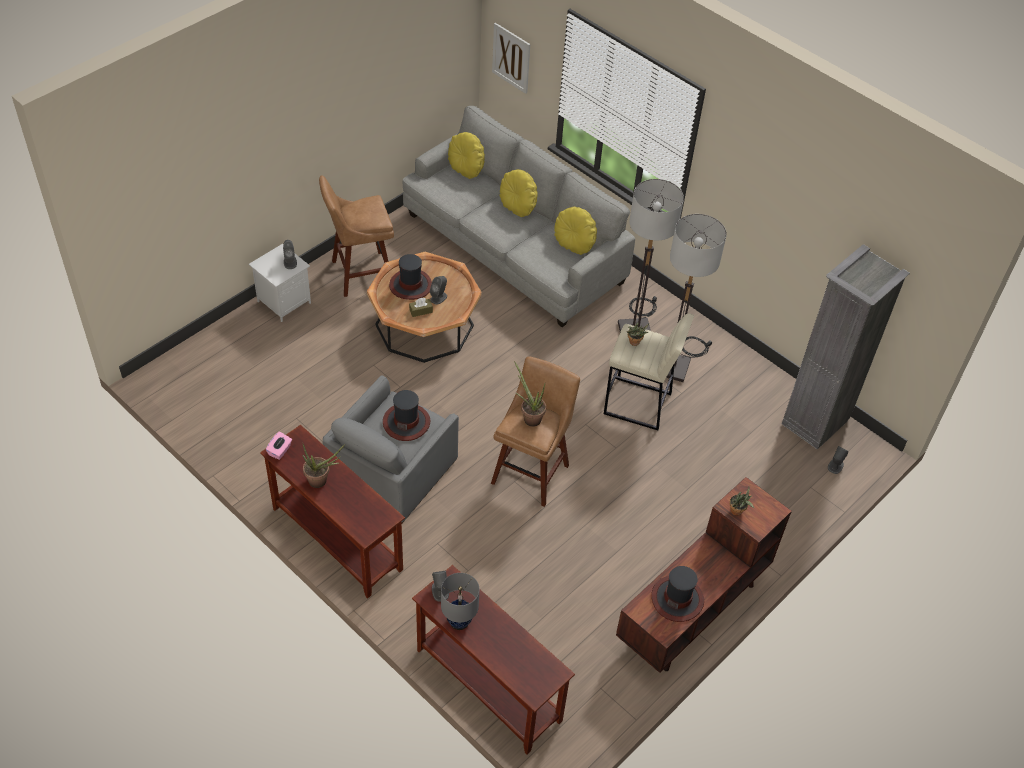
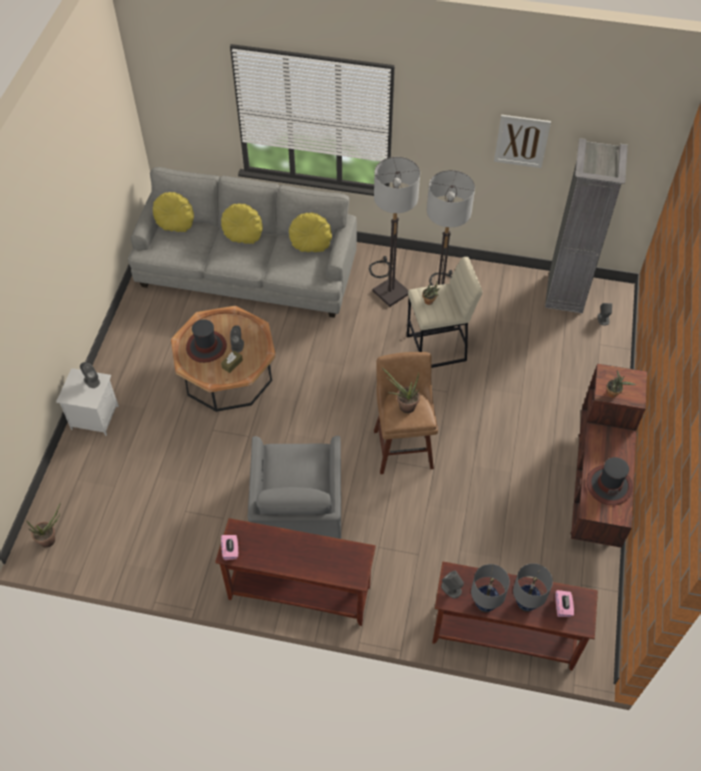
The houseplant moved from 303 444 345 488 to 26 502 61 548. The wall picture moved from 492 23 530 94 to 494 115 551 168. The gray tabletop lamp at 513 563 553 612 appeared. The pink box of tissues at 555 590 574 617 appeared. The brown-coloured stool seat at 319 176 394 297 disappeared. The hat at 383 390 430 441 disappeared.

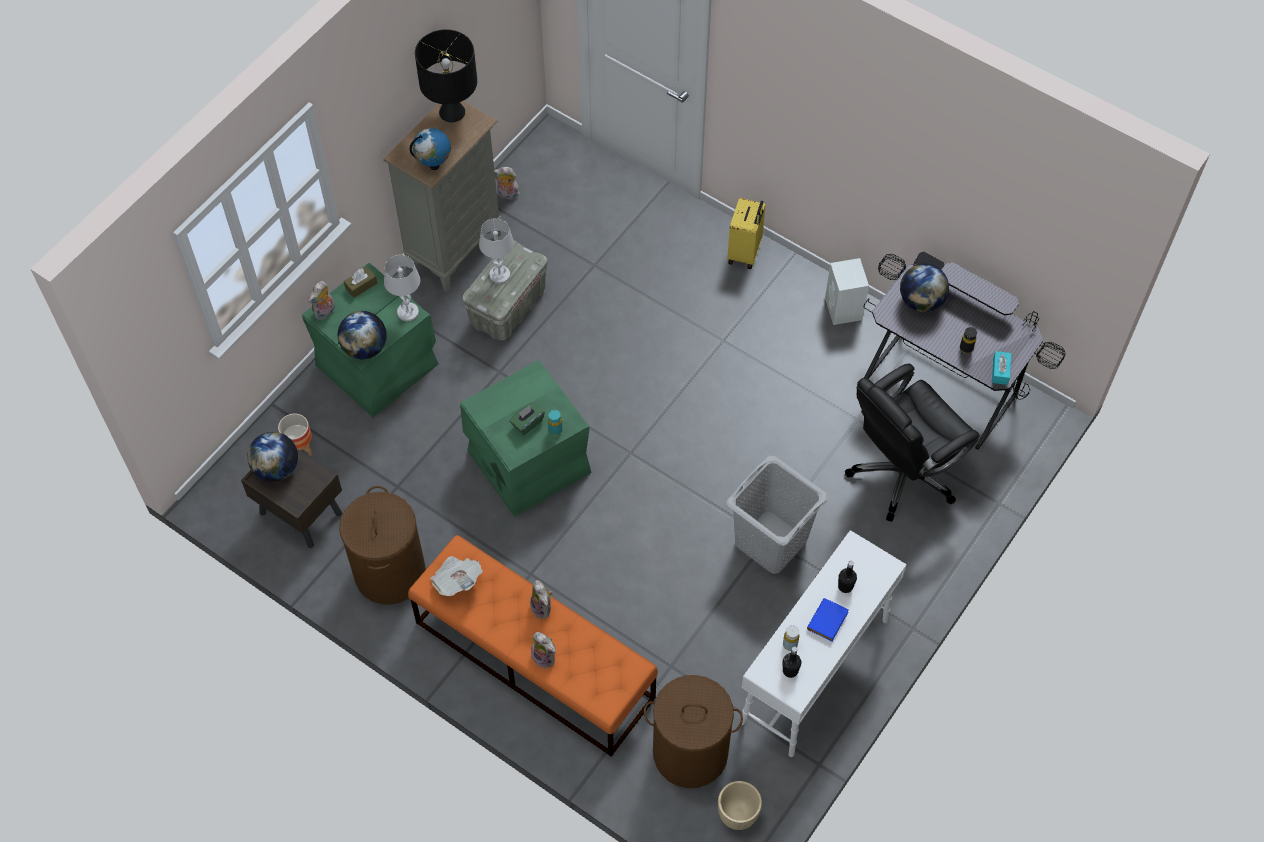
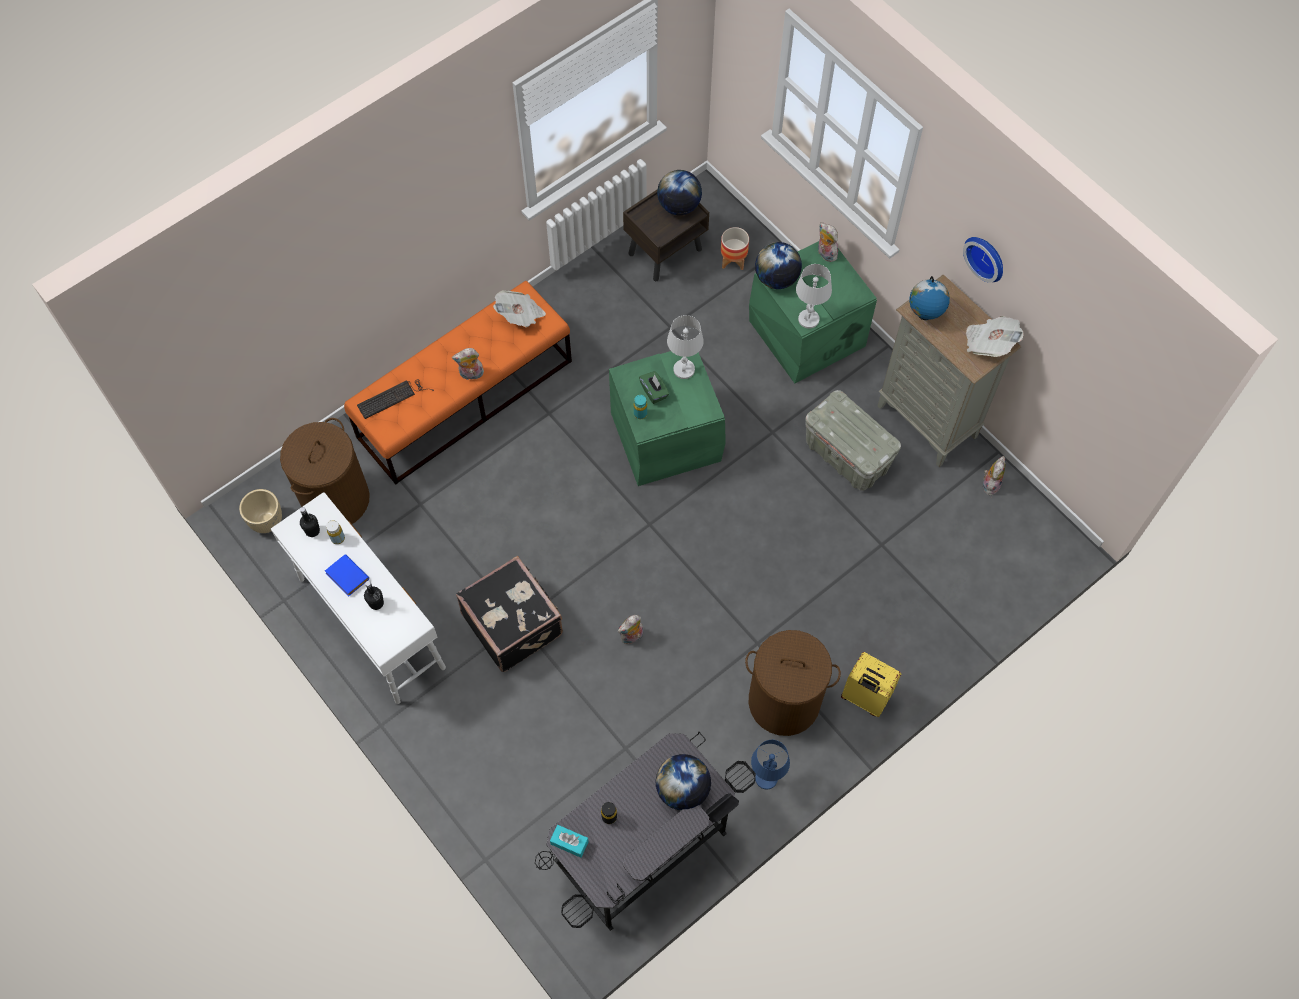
The PC keyboard at 357 380 434 419 appeared. The gray washing basket at 726 456 828 574 was replaced by the black piece of luggage at 456 556 563 672. The cuddly toy moved from 531 632 557 669 to 618 615 643 644. The white-coloured tabletop lamp moved from 479 218 514 284 to 667 315 704 379. The brown-coloured washing basket moved from 339 486 426 605 to 745 630 841 736. The white-coloured loudspeaker at 825 258 869 325 was replaced by the bluish tabletop lamp at 751 740 790 790. The wall clock at 963 237 1003 283 appeared. The black tabletop lamp at 415 29 477 123 was replaced by the daily paper at 966 316 1024 357. The brown-coloured box of tissues at 344 267 377 298 disappeared. The black office chair at 845 364 980 522 disappeared.

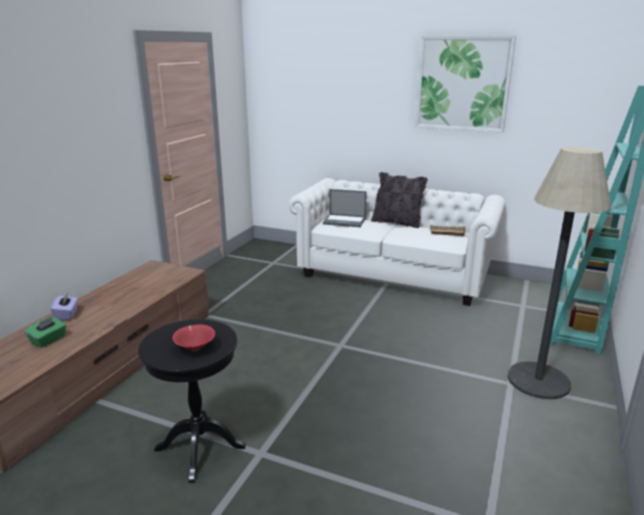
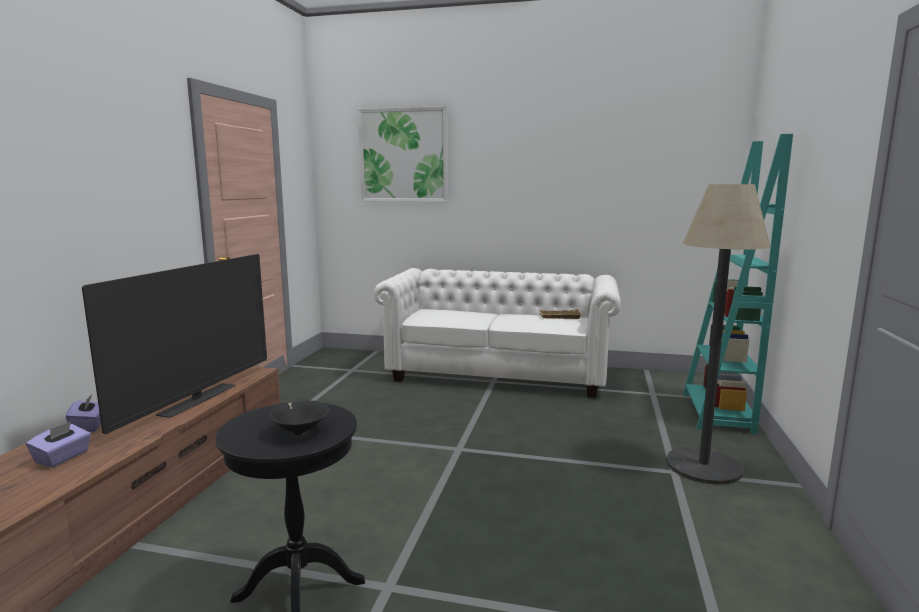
The green-coloured box of tissues at 25 317 66 348 became the purple box of tissues at 26 421 91 467. The TV set at 82 254 267 434 appeared. The red deep dish at 172 324 215 351 became the black deep dish at 269 400 329 435. The wall picture moved from 415 36 516 133 to 358 106 448 202. The laptop at 323 189 367 227 disappeared. The black cushion at 371 172 428 228 disappeared.

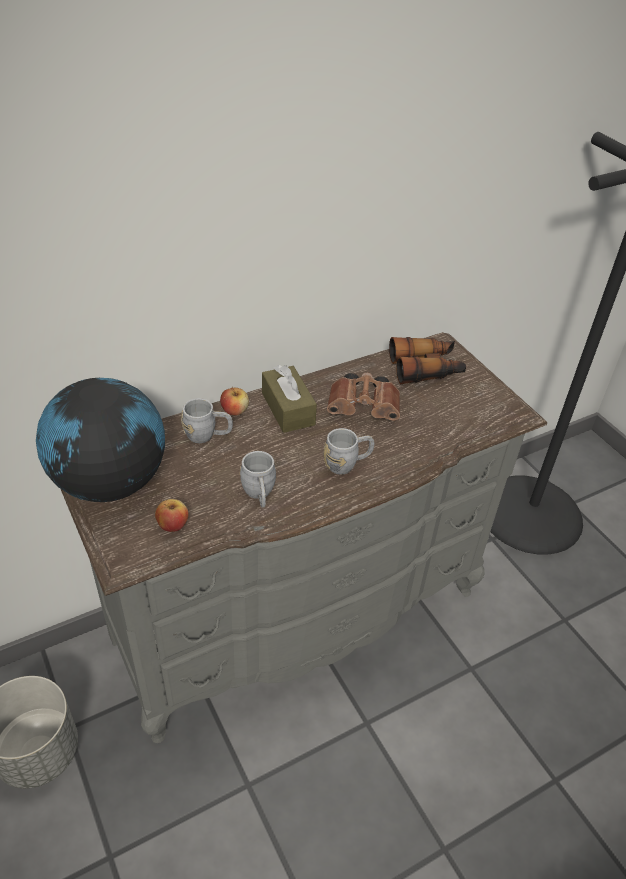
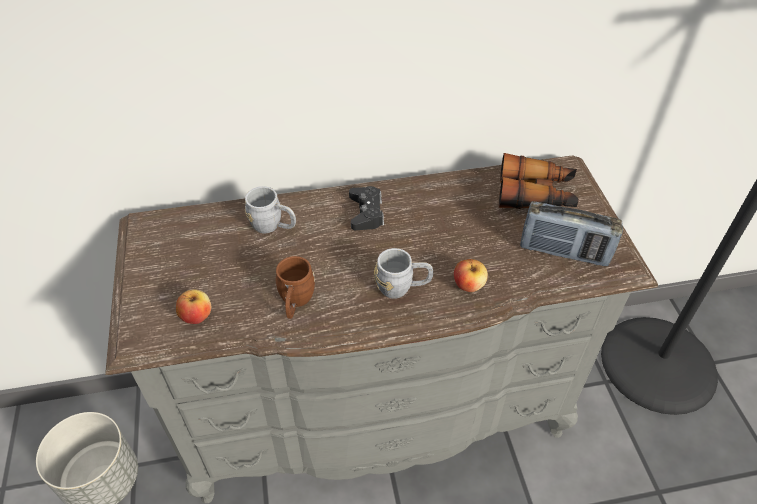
The gray mug at 240 451 276 508 became the brown-coloured mug at 276 256 315 319. The brown-coloured box of tissues at 262 365 317 433 was replaced by the black game controller at 349 186 384 230. The apple moved from 220 387 249 416 to 454 259 488 292. The radio set at 520 201 623 266 appeared. The world globe at 36 378 165 502 disappeared. The brown-coloured binoculars at 327 373 400 421 disappeared.

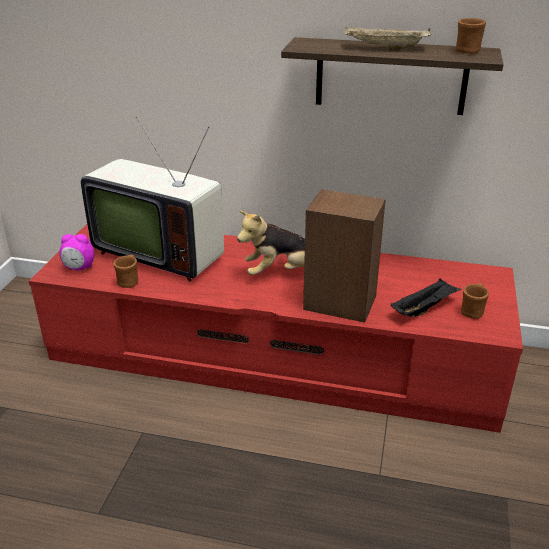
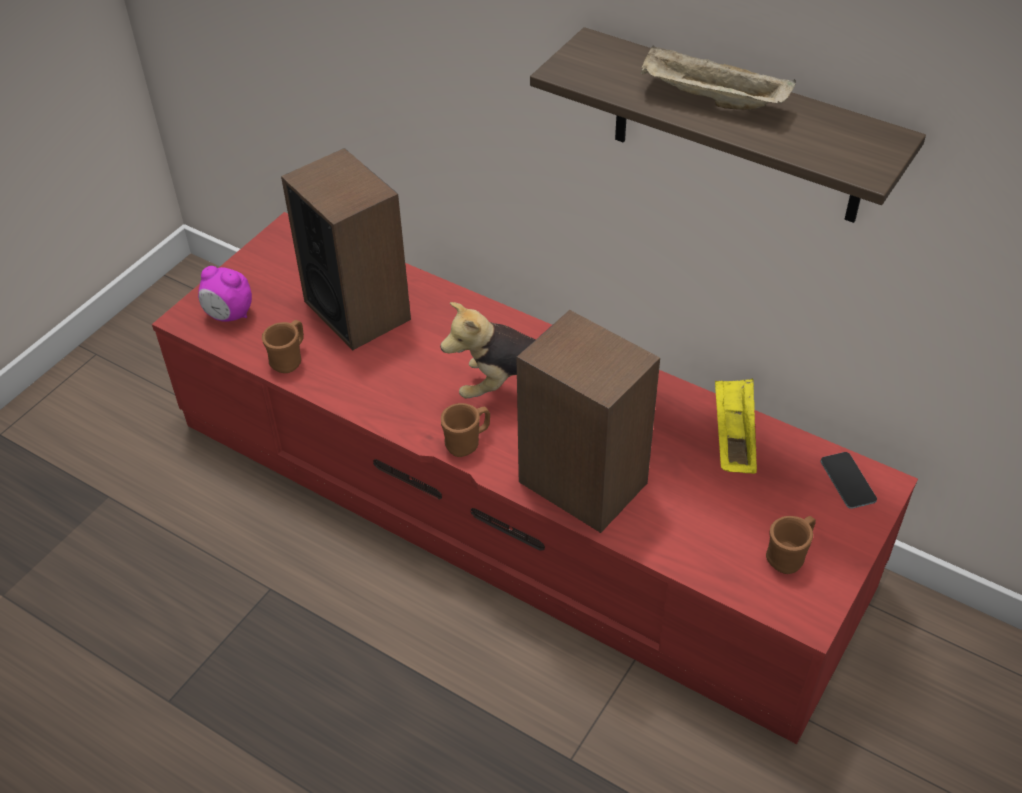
The TV set at 81 117 224 282 was replaced by the loudspeaker at 281 148 411 350. The brown-coloured mug moved from 456 18 486 54 to 441 403 490 457. The yellow serving tray at 715 379 757 474 appeared. The telephone at 821 452 877 509 appeared. The black serving tray at 391 278 462 317 disappeared.

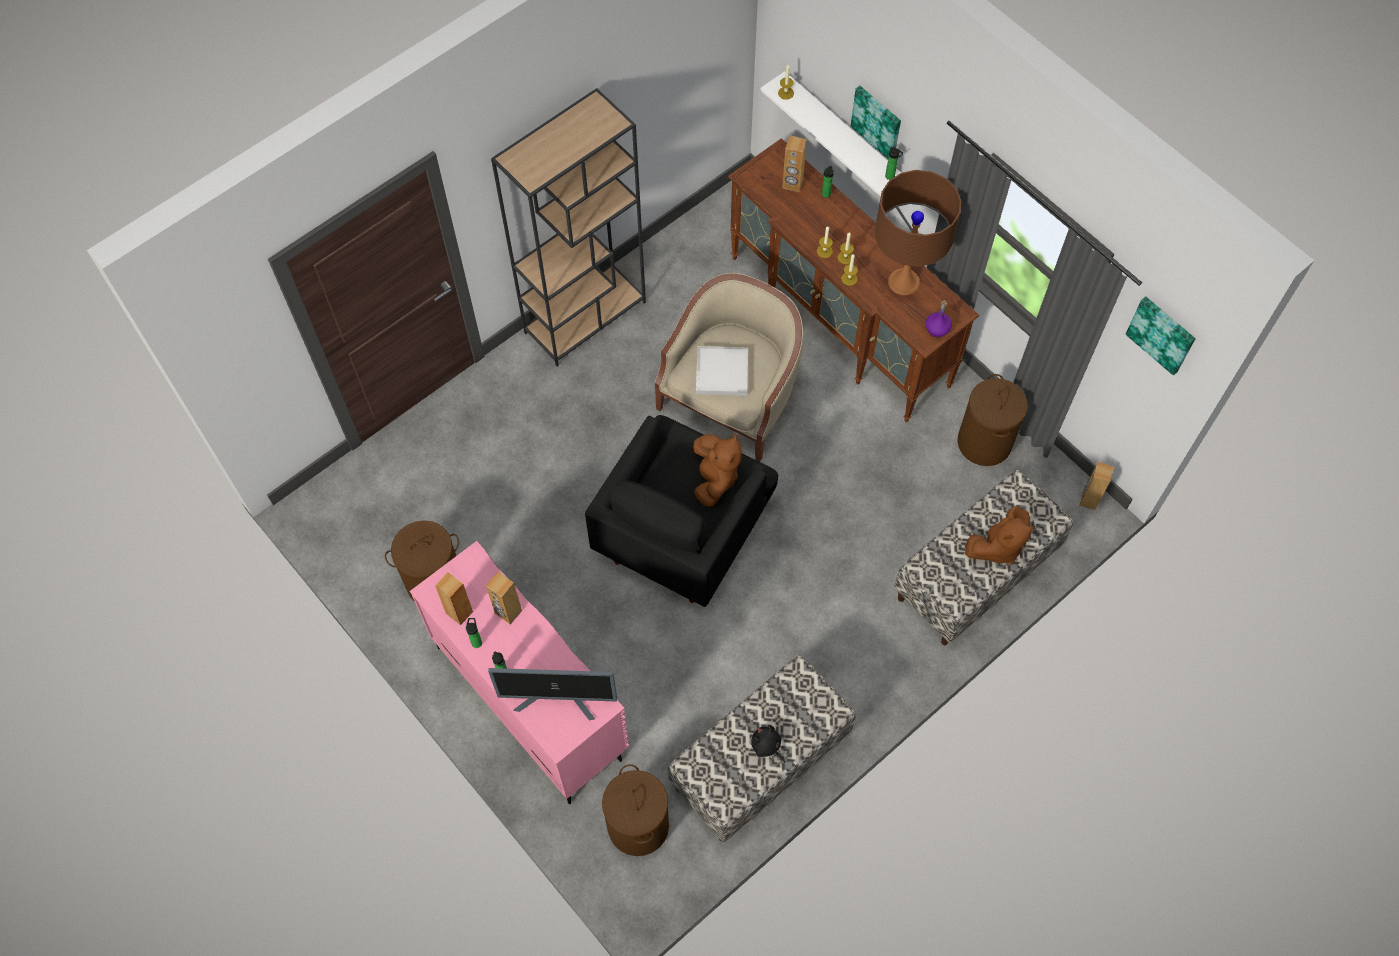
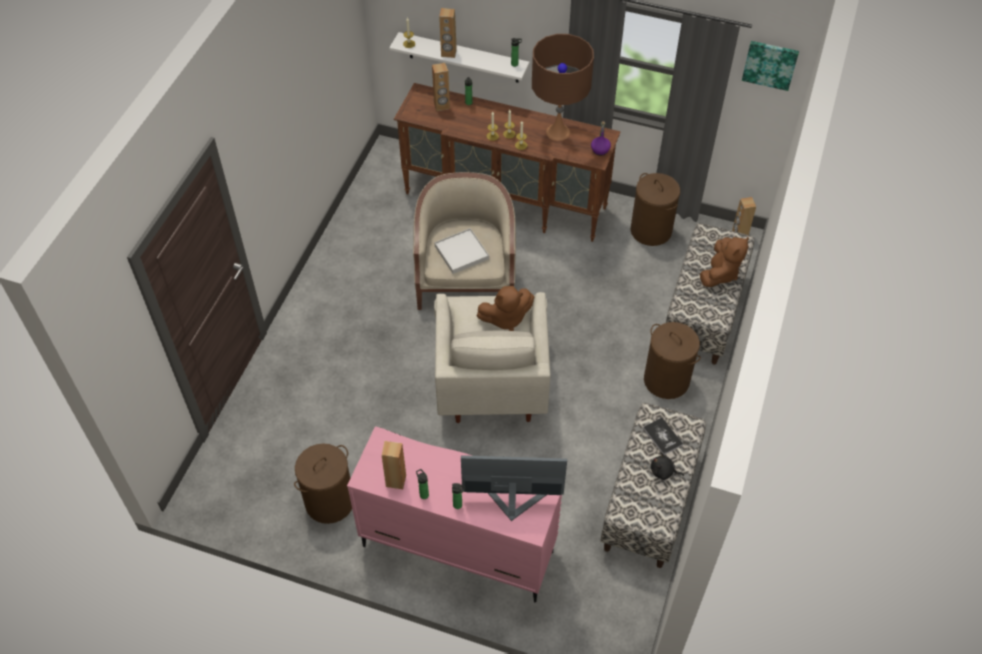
The black armchair at 585 415 778 607 became the sand-coloured armchair at 434 292 550 423. The brown-coloured loudspeaker moved from 486 571 522 624 to 439 8 457 58. The monitor at 488 668 617 720 turned 150 degrees counterclockwise. The brown-coloured cuddly toy at 693 433 742 507 turned 105 degrees clockwise. The book at 643 417 683 455 appeared. The brown-coloured washing basket moved from 602 764 669 856 to 644 322 701 399. The shelving unit at 491 88 646 367 disappeared. The wall picture at 851 86 901 159 disappeared.

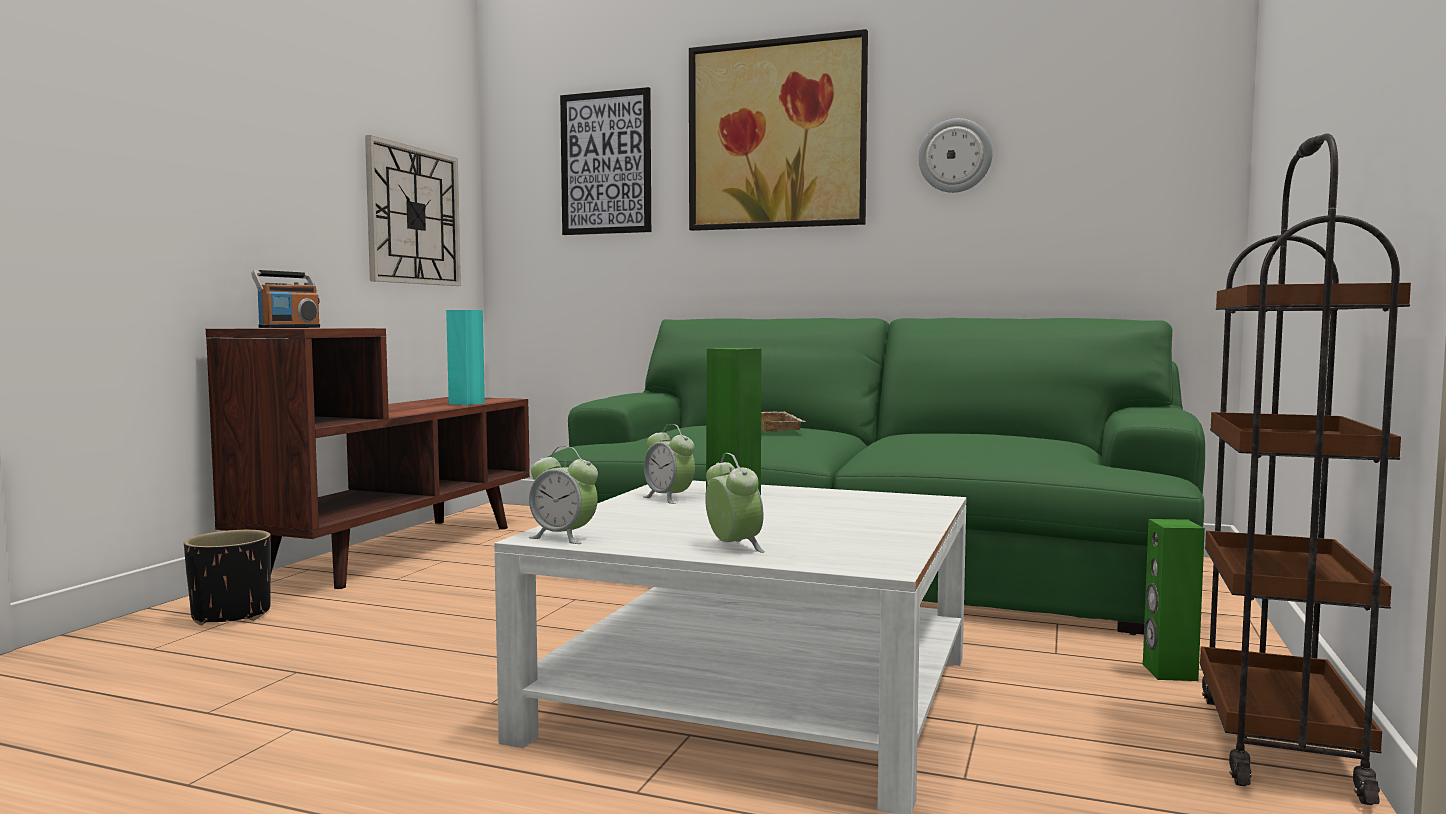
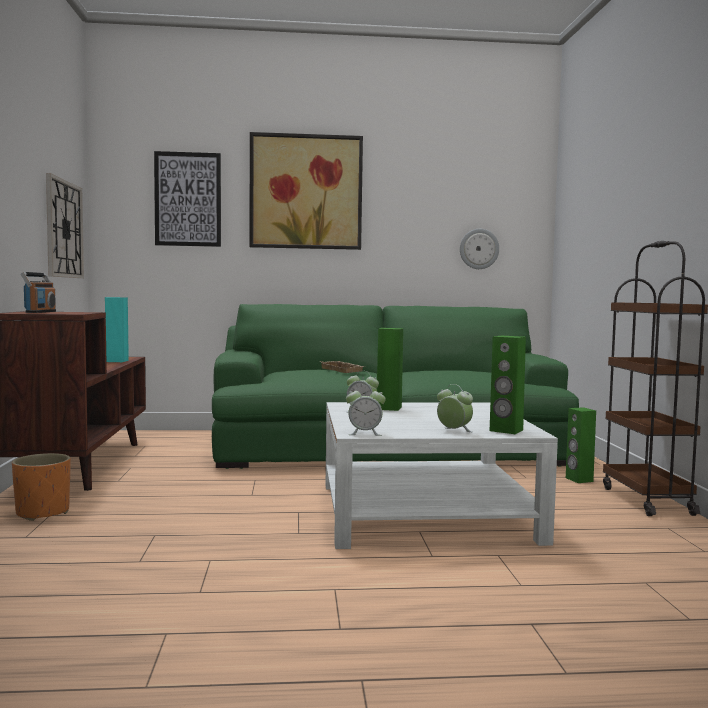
The black flower pot at 184 530 271 625 became the orange-coloured flower pot at 12 453 70 521. The wall clock moved from 918 118 993 193 to 460 229 499 269. The green-coloured loudspeaker at 490 336 526 434 appeared.

